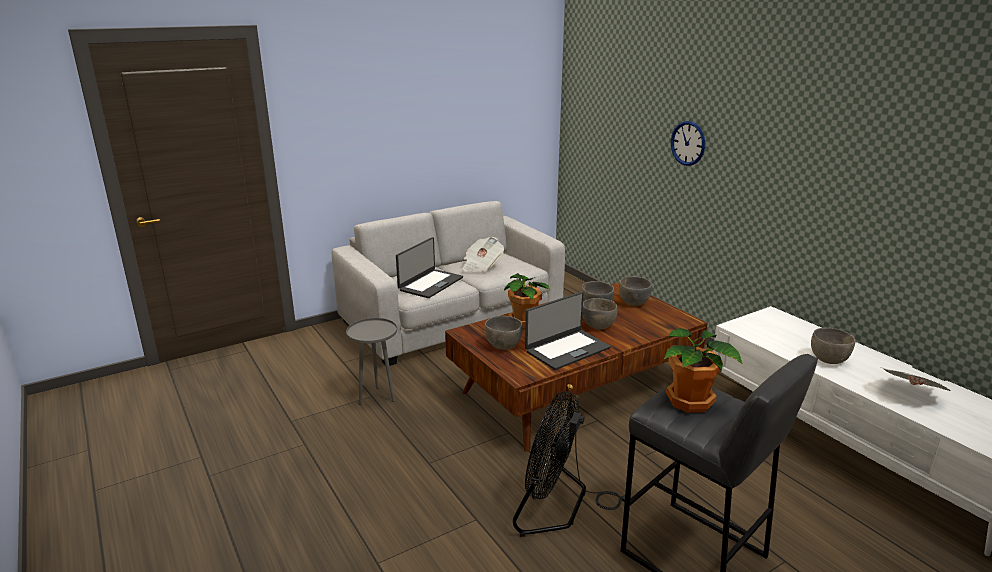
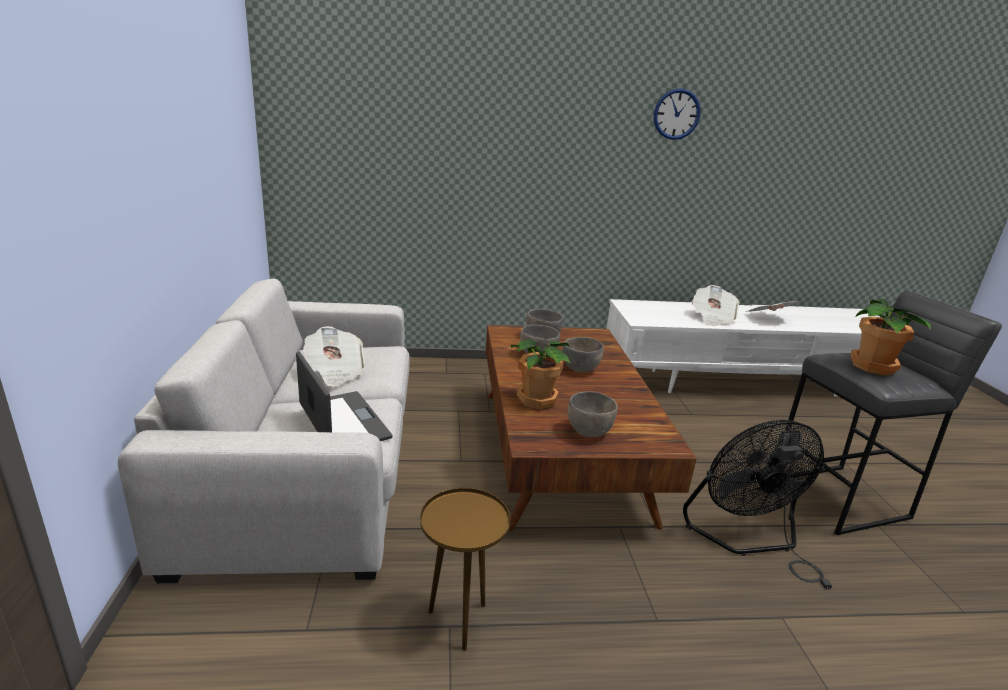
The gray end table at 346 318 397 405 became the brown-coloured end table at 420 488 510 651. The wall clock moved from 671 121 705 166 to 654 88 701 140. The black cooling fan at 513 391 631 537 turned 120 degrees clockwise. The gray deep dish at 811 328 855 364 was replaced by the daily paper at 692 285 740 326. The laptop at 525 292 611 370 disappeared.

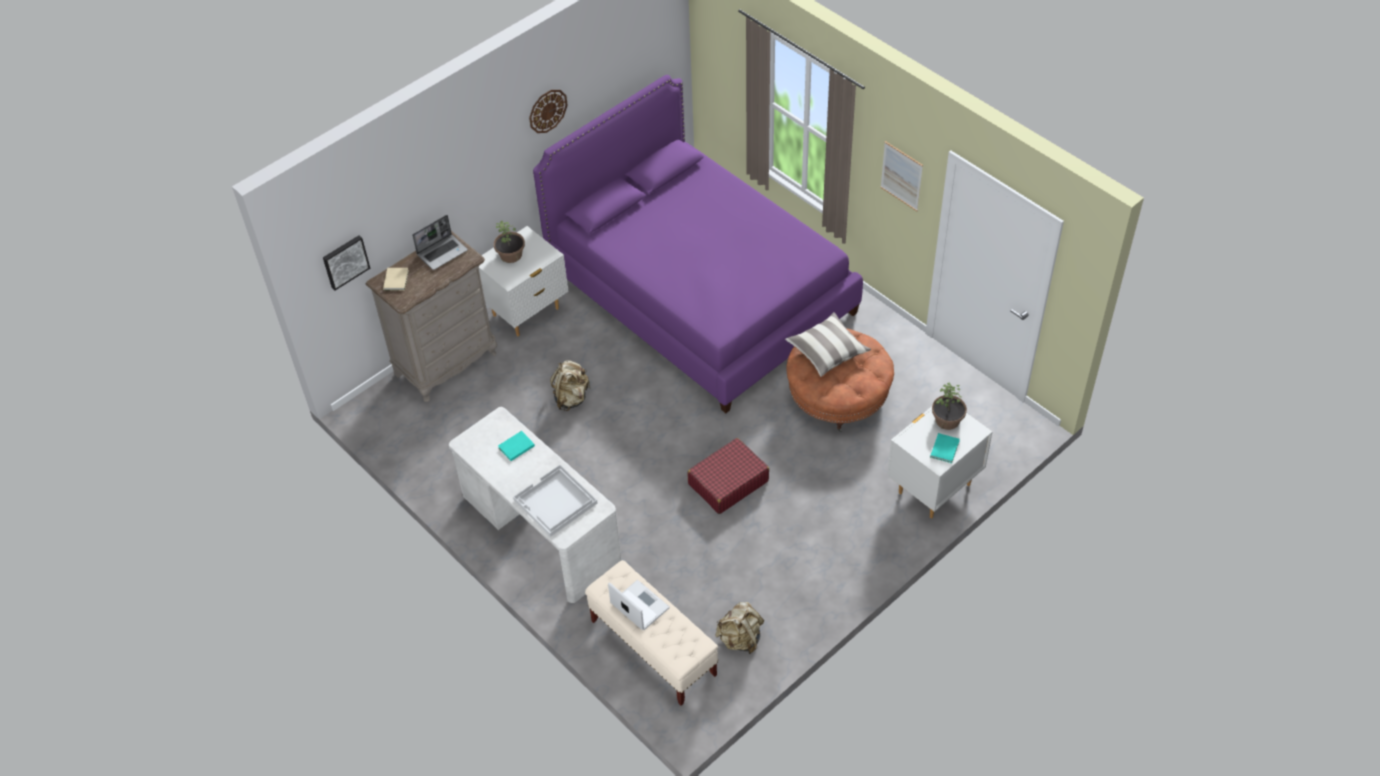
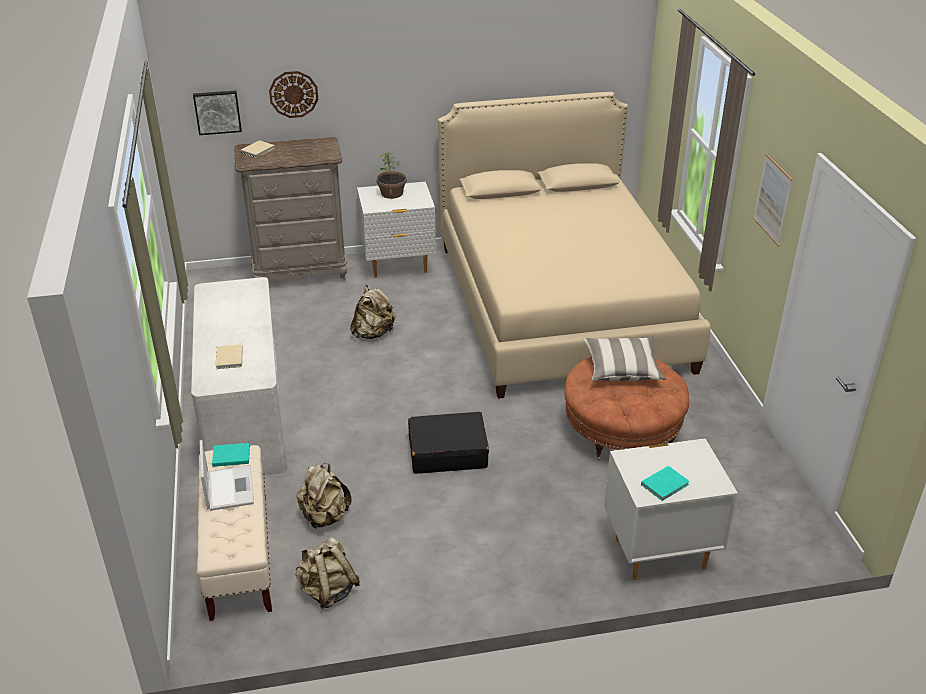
The turquoise-coloured book moved from 498 431 535 461 to 212 443 250 467. The white-coloured serving tray at 513 465 597 537 was replaced by the sand-coloured book at 216 344 243 369. The wall clock moved from 529 90 568 133 to 269 71 318 118. The sand-coloured knapsack at 296 463 352 529 appeared. The red piece of luggage at 688 438 769 514 became the black piece of luggage at 408 412 489 474. The purple sleeping bed at 533 75 863 413 became the sand-coloured sleeping bed at 438 92 711 399. The laptop at 412 215 468 270 disappeared. The houseplant at 932 383 967 430 disappeared.

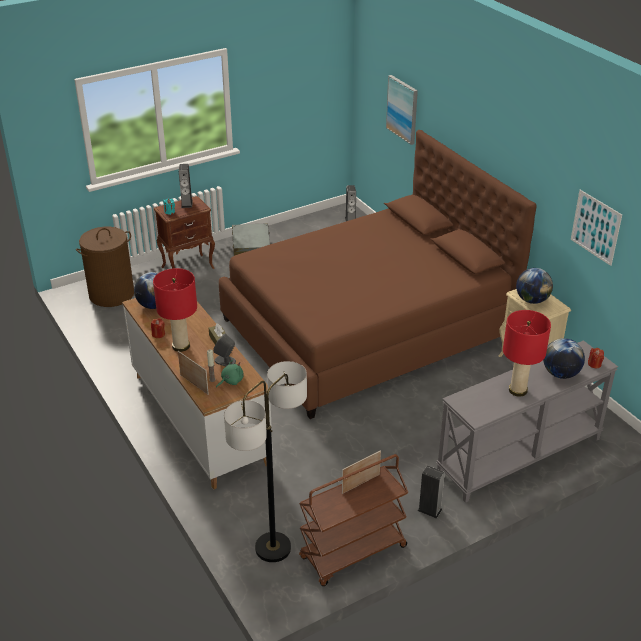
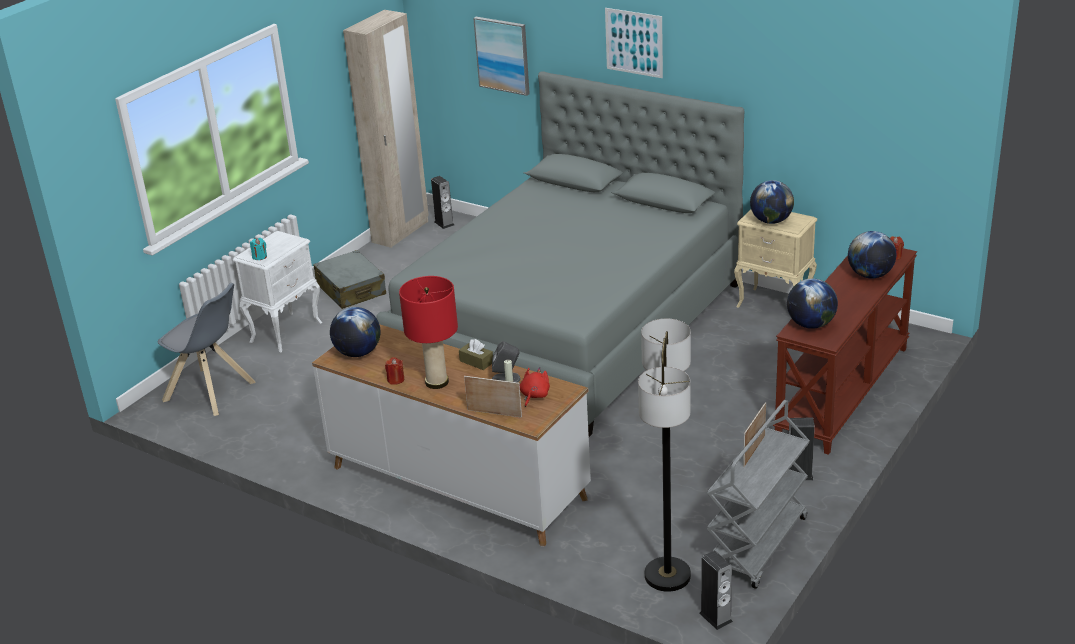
The brown-coloured washing basket at 76 227 134 307 was replaced by the gray plain chair at 157 283 256 416. The brown-coloured night table at 154 196 215 269 became the white-coloured night table at 233 231 322 353. The sand-coloured armoire at 343 10 429 248 appeared. The brown-coloured sleeping bed at 219 130 537 419 became the gray sleeping bed at 376 71 744 437. The green-coloured cuddly toy at 216 360 244 388 became the red cuddly toy at 520 367 550 407. The wall picture moved from 571 190 622 266 to 605 8 663 78. The loudspeaker moved from 179 164 193 208 to 699 551 733 630. The brown-coloured wheeled cart at 299 454 408 586 became the gray wheeled cart at 707 400 810 589. The gray hall table at 436 340 618 503 became the brown-coloured hall table at 773 248 917 455. The world globe at 787 279 838 329 appeared. The red tabletop lamp at 503 310 551 397 disappeared.

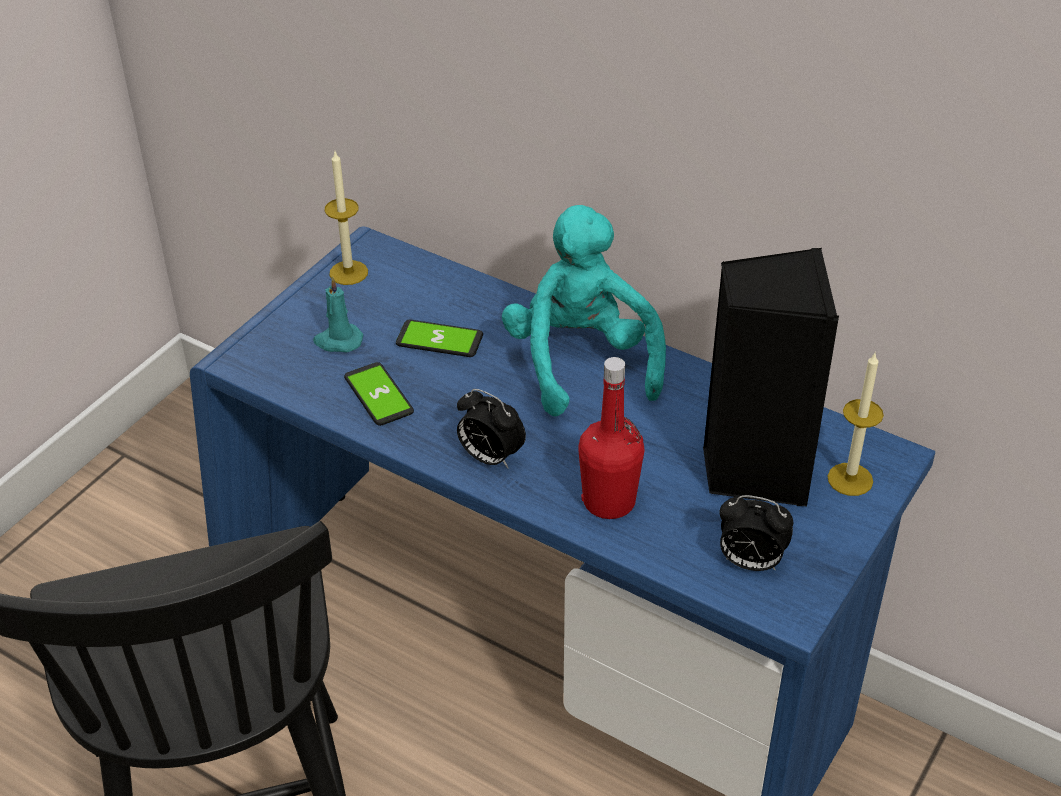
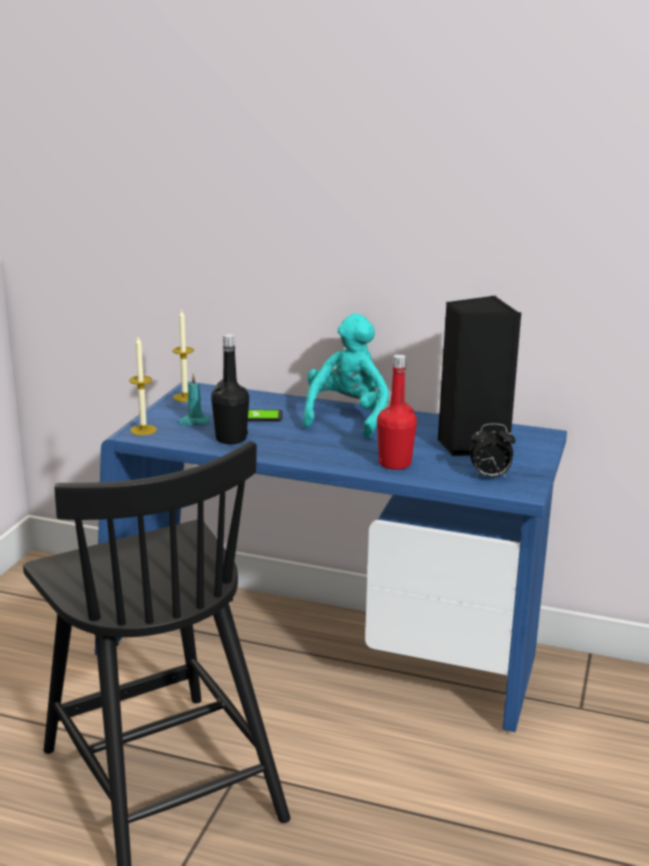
The candle moved from 828 353 884 496 to 129 337 157 436. The telephone at 344 362 414 426 was replaced by the black beverage bottle at 211 334 249 444. The turquoise-coloured cuddly toy at 502 205 666 416 turned 45 degrees clockwise. The table clock at 457 389 526 469 disappeared.

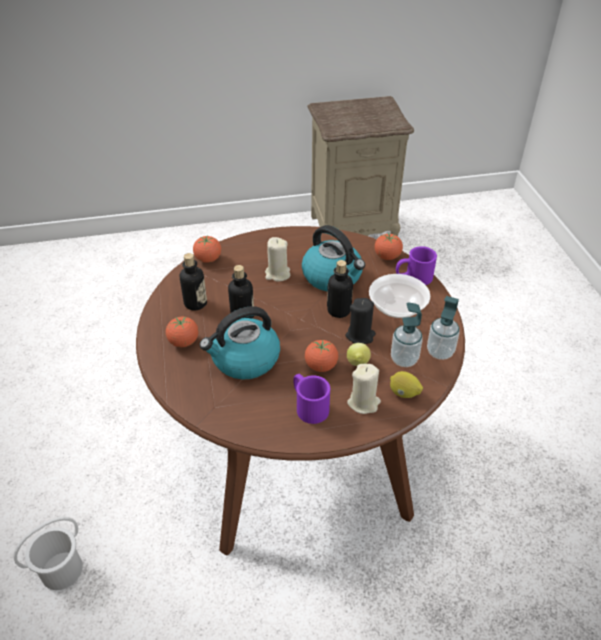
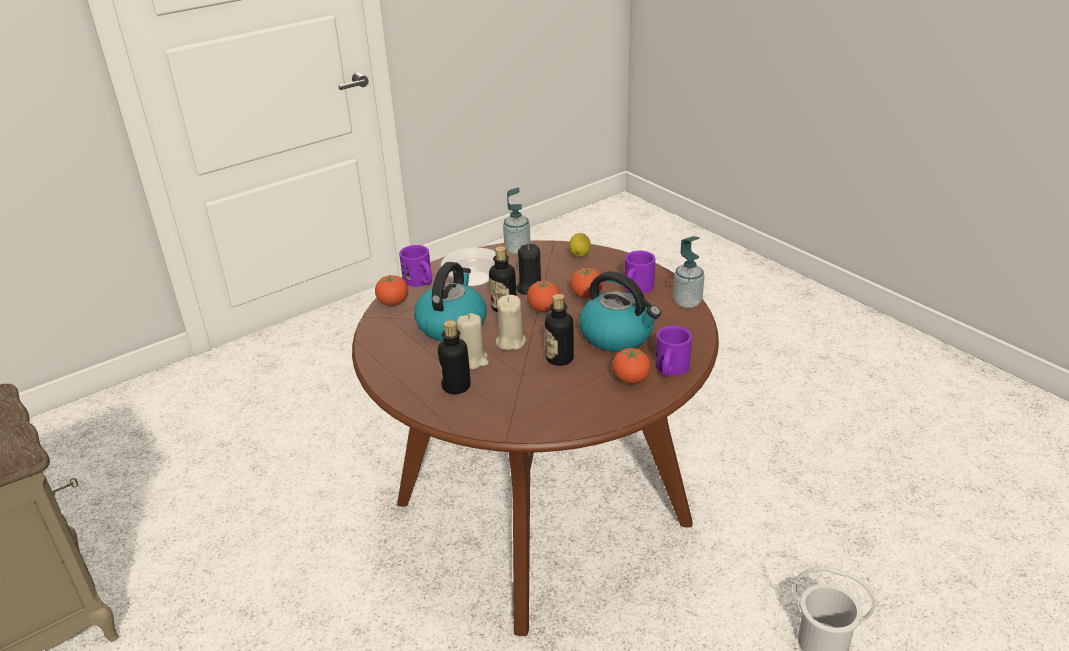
The beverage bottle moved from 179 253 207 311 to 438 320 471 394. The sand-coloured candle moved from 347 364 381 414 to 496 295 526 350. The tomato moved from 193 236 221 263 to 527 280 560 312. The purple mug at 655 326 692 377 appeared. The liquid soap bottle moved from 391 302 422 367 to 673 236 705 308. The lemon at 347 343 371 366 disappeared.

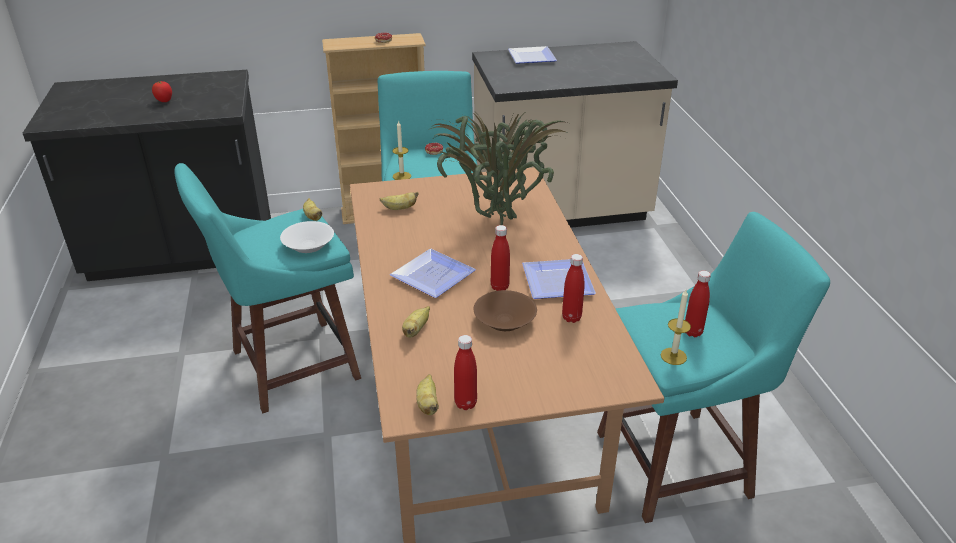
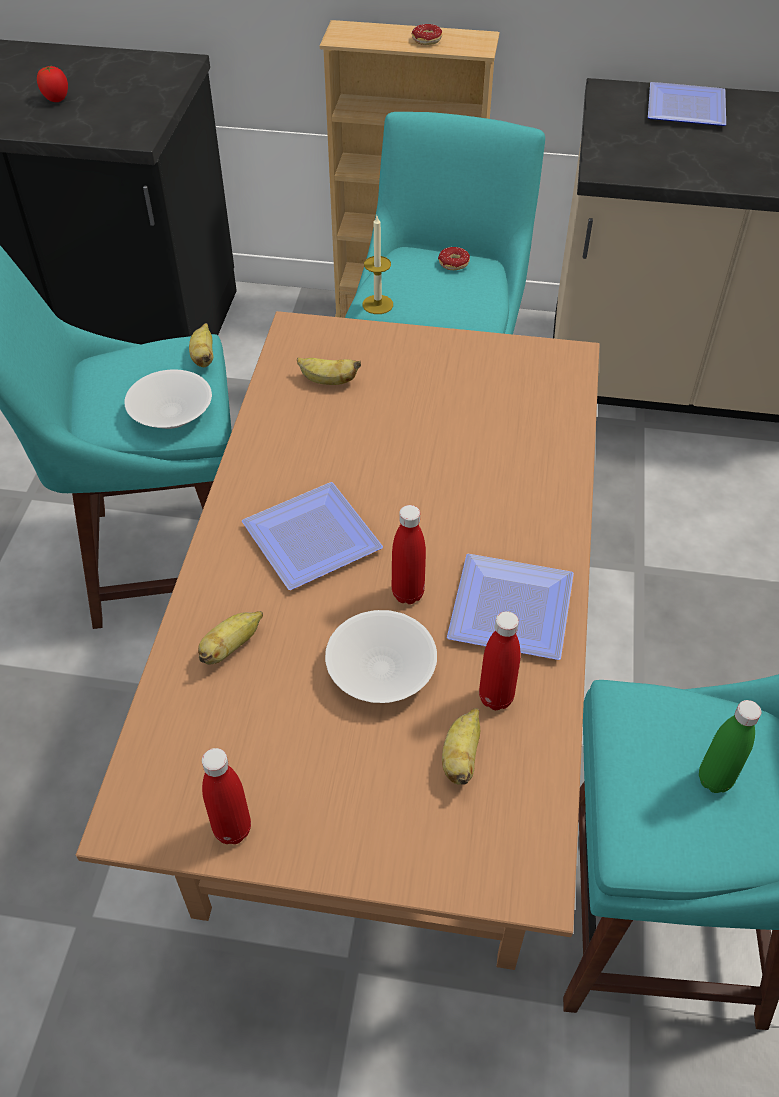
The brown-coloured deep dish at 473 290 537 331 became the white-coloured deep dish at 325 610 437 703. The banana fruit moved from 416 374 439 415 to 442 708 480 785. The red beverage bottle at 685 271 711 337 became the green-coloured beverage bottle at 699 700 761 793. The houseplant at 430 110 567 225 disappeared. The candle at 661 289 691 365 disappeared.

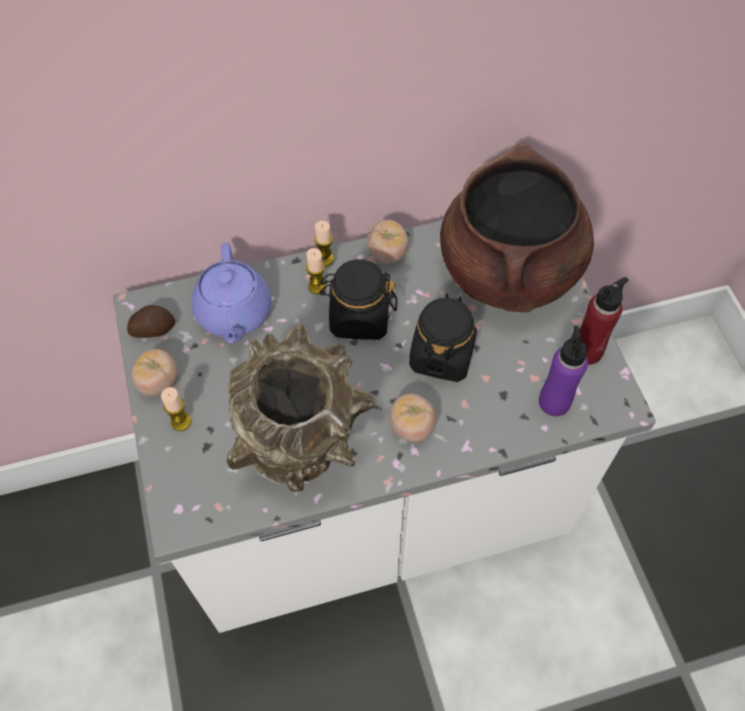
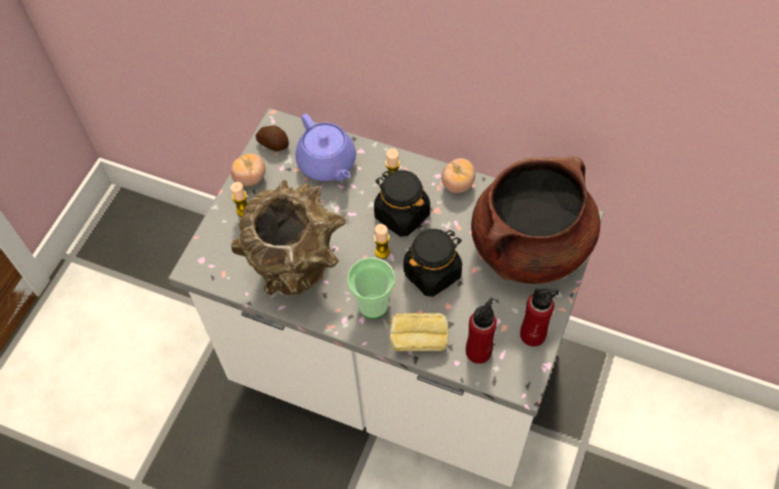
The purple teapot at 192 243 271 343 turned 60 degrees counterclockwise. The tomato at 390 393 436 442 was replaced by the drinking cup at 347 257 395 319. The candle moved from 314 221 334 266 to 374 224 390 259. The baked bread at 389 313 449 351 appeared. The purple beverage bottle at 539 326 588 416 became the red beverage bottle at 466 298 497 364.

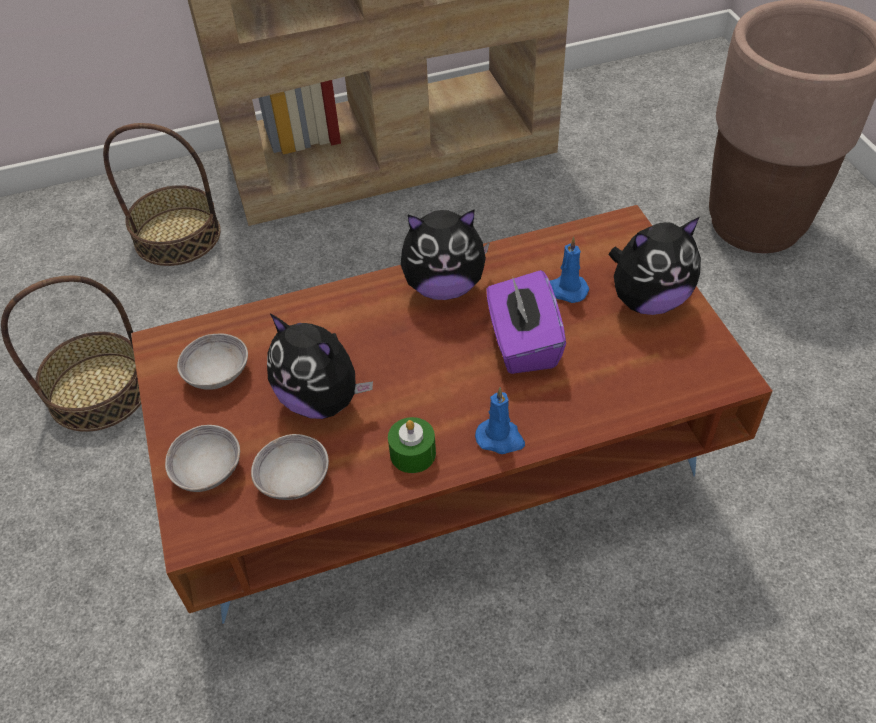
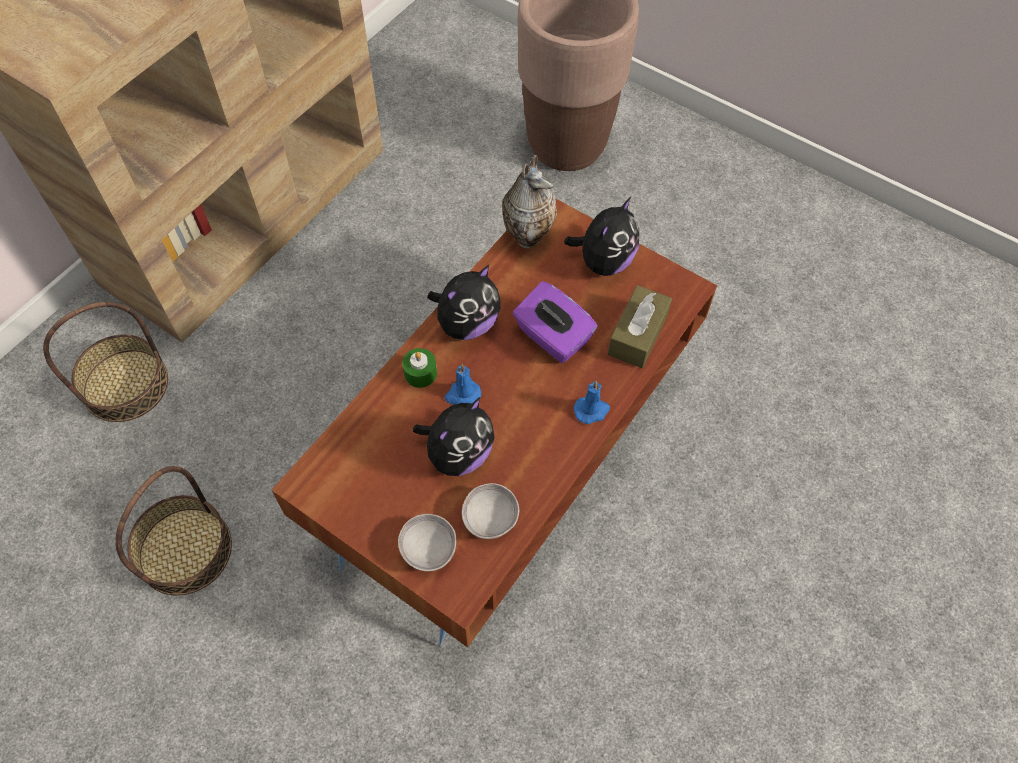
The green-coloured candle moved from 388 417 436 473 to 402 348 437 388. The cuddly toy at 267 314 373 419 turned 45 degrees counterclockwise. The bluish candle moved from 549 237 589 303 to 445 364 481 405. The decorative vase at 502 155 557 249 appeared. The brown-coloured box of tissues at 608 285 672 368 appeared. The gray deep dish at 177 334 248 390 disappeared.

